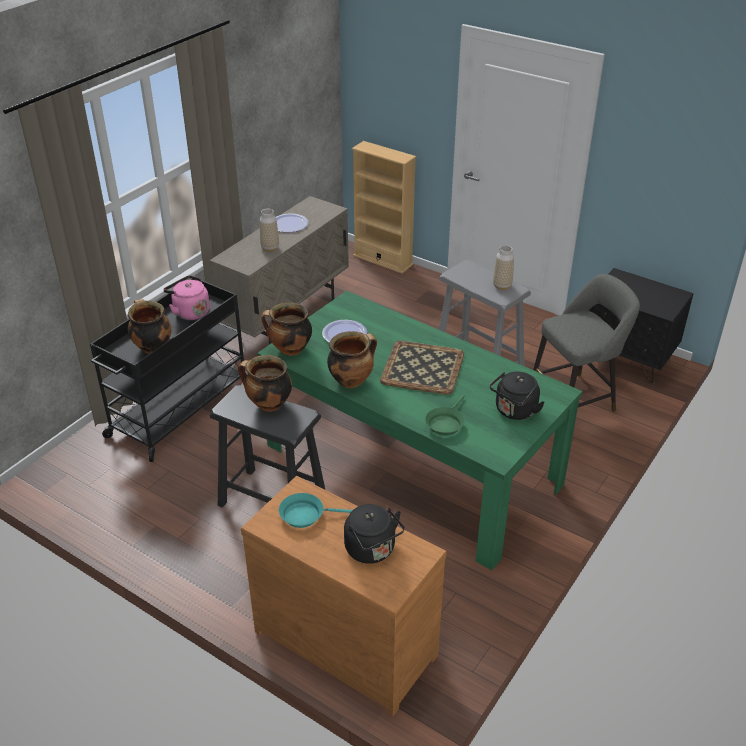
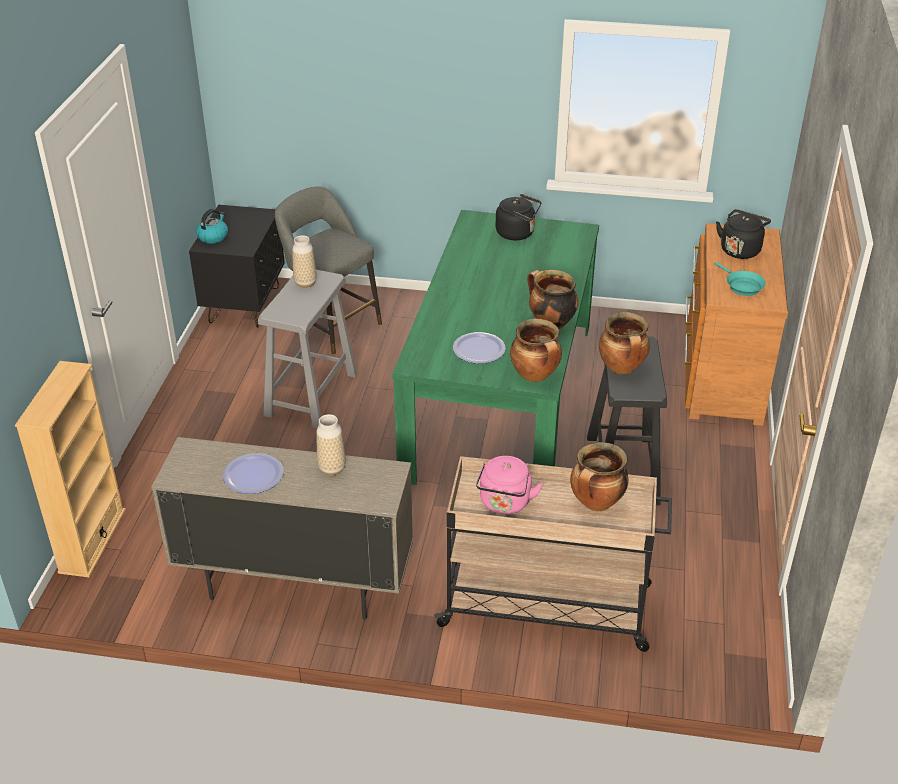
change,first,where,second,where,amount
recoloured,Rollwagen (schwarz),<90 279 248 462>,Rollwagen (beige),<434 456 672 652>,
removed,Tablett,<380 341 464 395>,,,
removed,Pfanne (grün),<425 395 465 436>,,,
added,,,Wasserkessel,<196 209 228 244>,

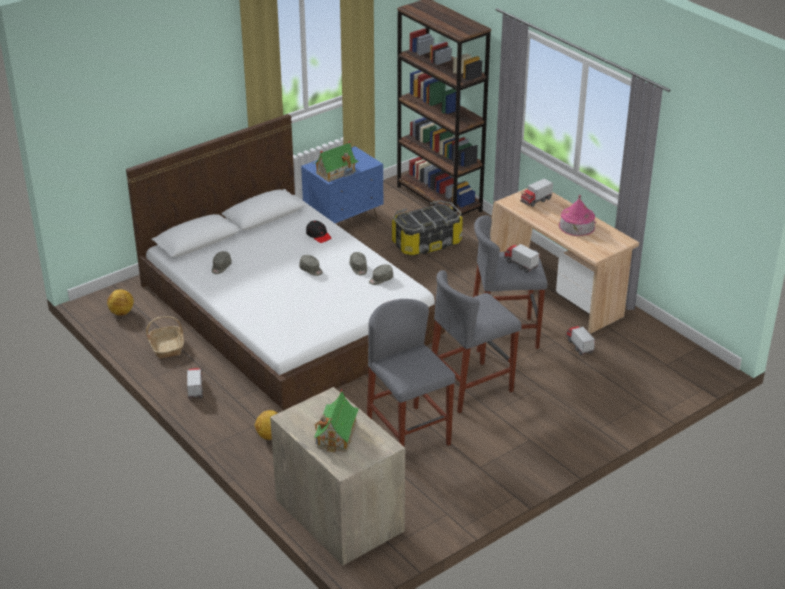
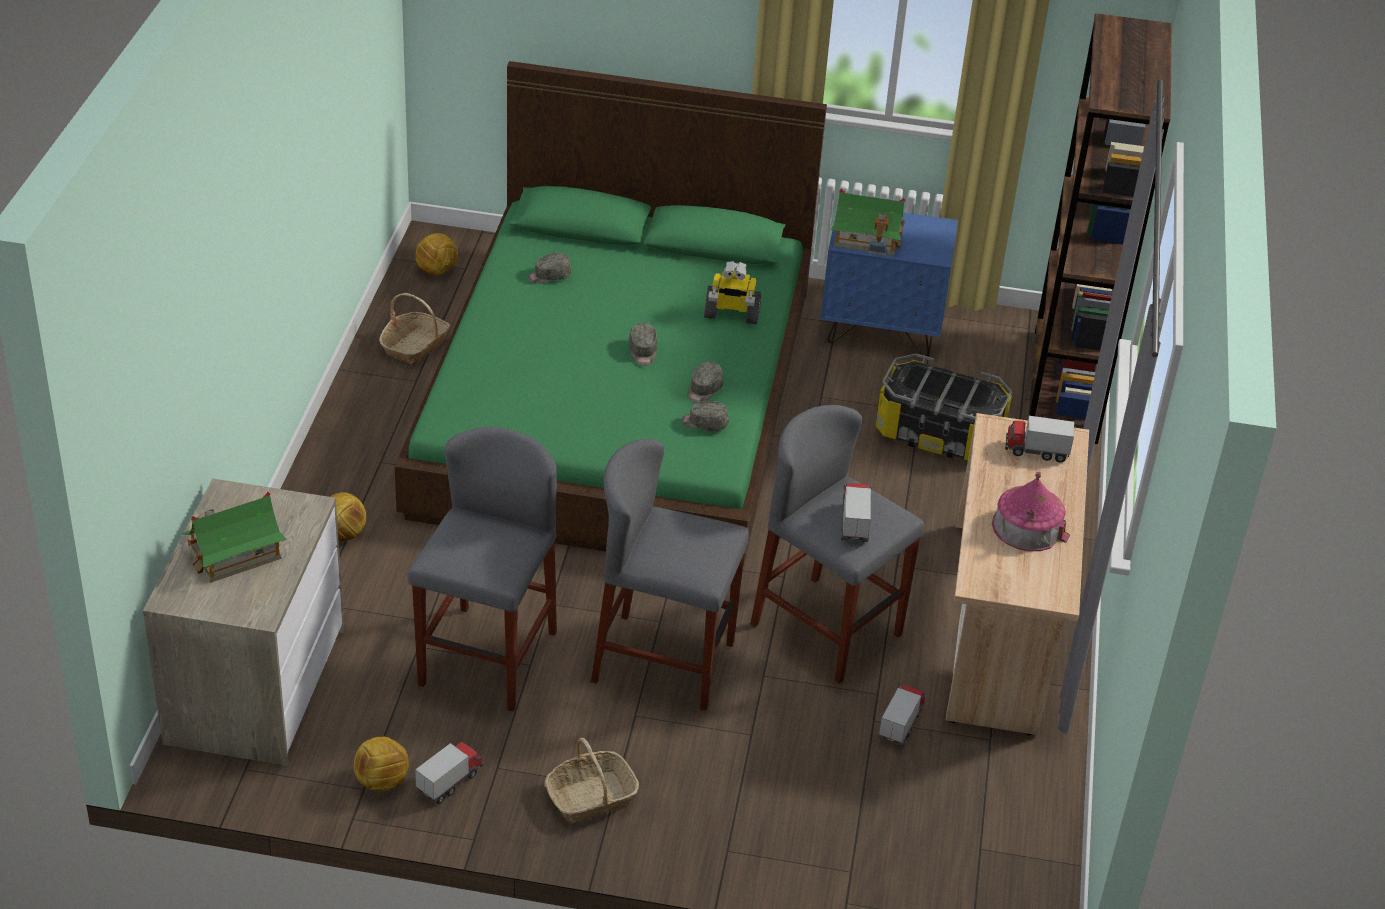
change,first,where,second,where,amount
recoloured,Bett (weiß),<126 114 445 411>,Bett (grün),<395 61 827 566>,
replaced,Kappe (schwarz),<306 220 332 243>,Spielzeugroboter,<704 261 761 324>,
moved,Spielzeuglaster,<187 368 203 399>,,<415 742 483 804>,
added,,,Fußball,<354 737 409 792>,
added,,,Korb,<545 738 639 822>,

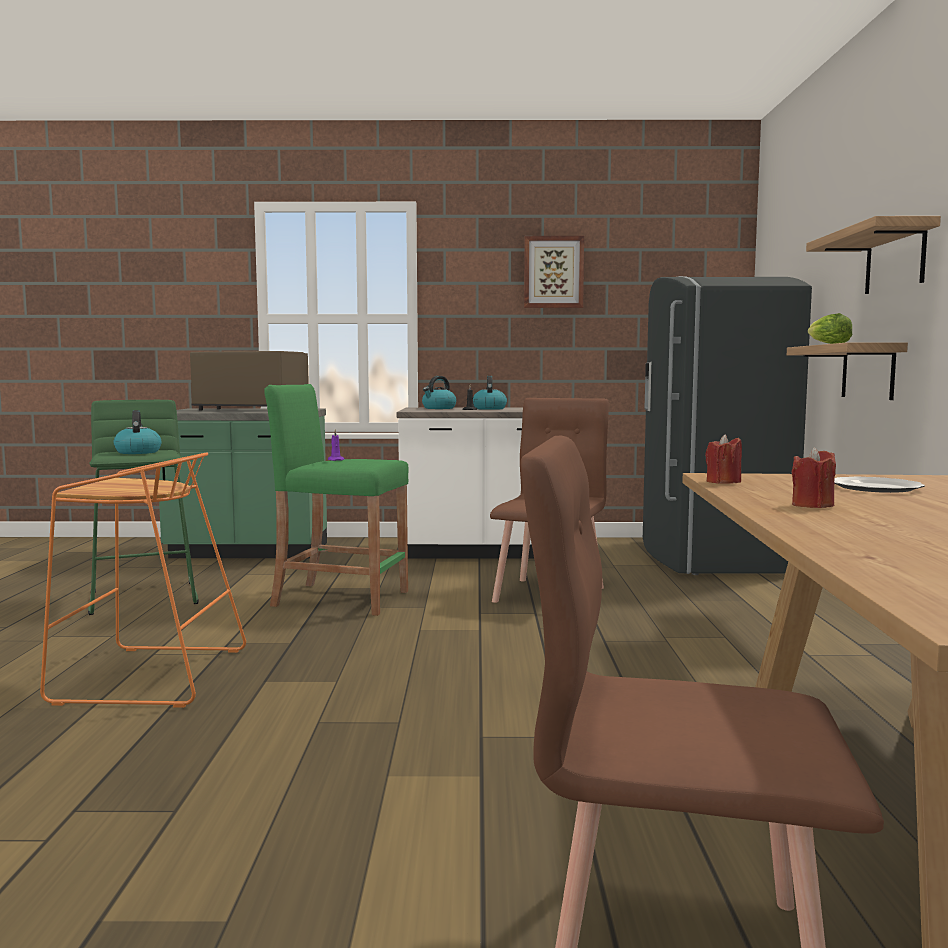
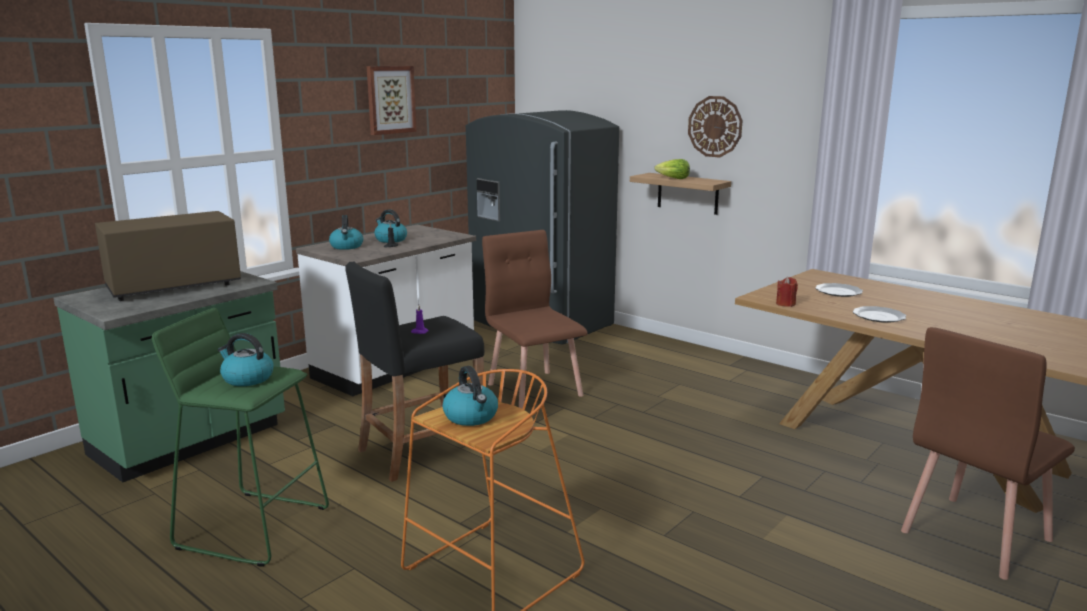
change,first,where,second,where,amount
replaced,Wandregal,<806 216 941 294>,Wanduhr,<688 96 743 158>,
recoloured,Hocker (grün),<264 384 409 616>,Hocker (schwarz),<345 262 484 482>,
replaced,Kerze (rot),<791 447 836 508>,Teller,<853 306 906 323>,
added,,,Wasserkessel,<443 366 498 426>,

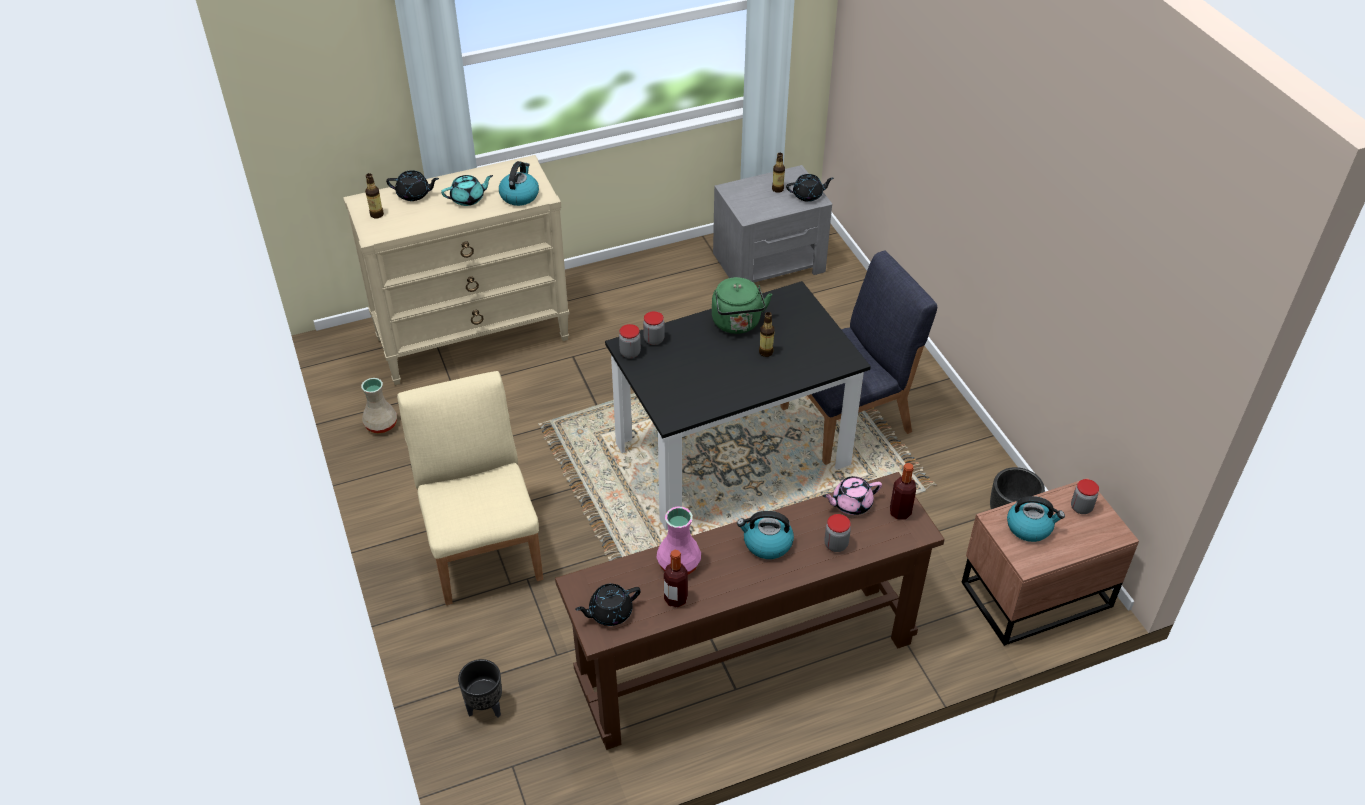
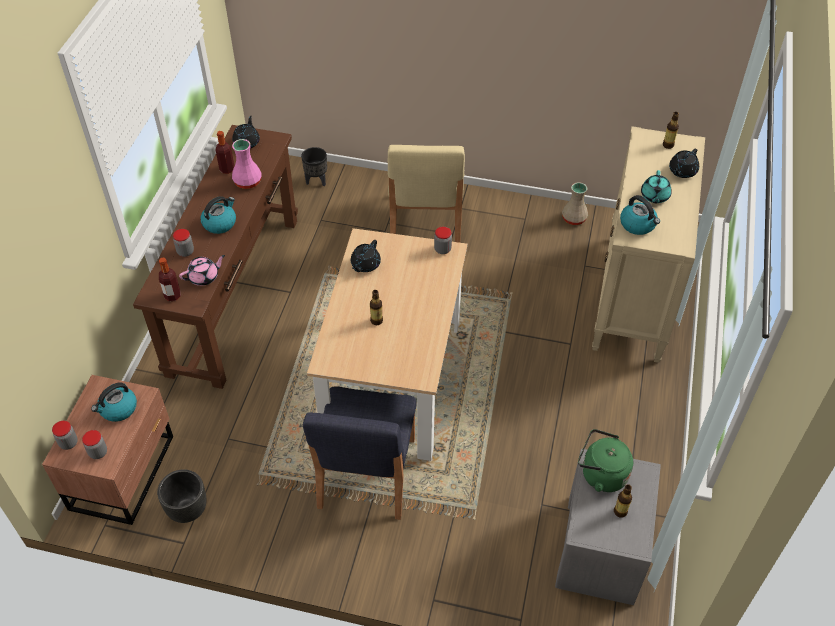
change,first,where,second,where,amount
moved,Teekanne (schwarz),<786 174 834 202>,,<351 240 381 272>,
moved,Wasserkessel (grün),<712 277 772 334>,,<578 429 633 492>,
recoloured,Esstisch (schwarz),<605 281 871 530>,Esstisch (beige),<307 228 467 461>,
moved,Vorratsglas,<643 311 665 345>,,<52 421 78 450>,
turned,Stuhl (beige),<397 371 543 605>,,<388 145 465 243>,75 degrees clockwise
turned,Teekanne (rosa),<823 476 882 515>,,<179 255 225 286>,45 degrees clockwise

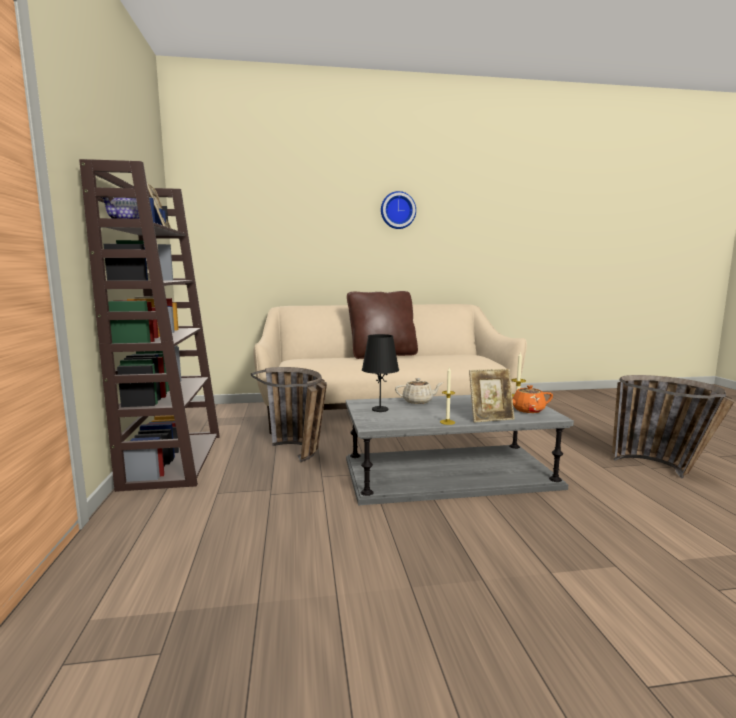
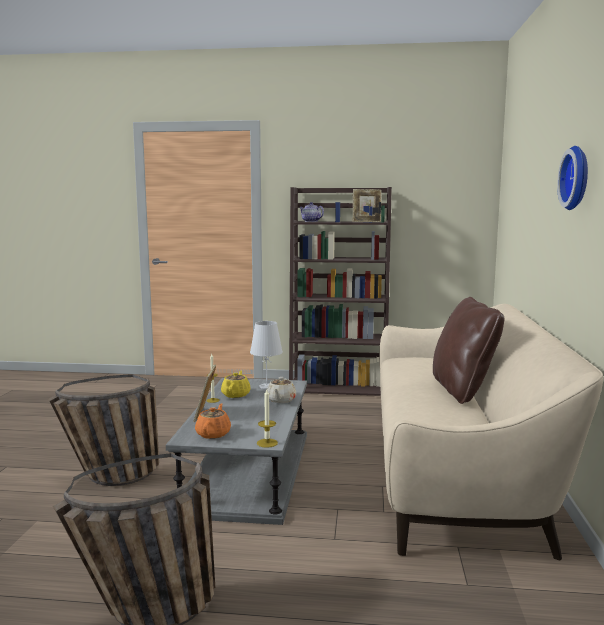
change,first,where,second,where,amount
recoloured,Tischlampe (schwarz),<362 334 399 412>,Tischlampe (weiß),<250 321 283 389>,
moved,Korb,<251 367 327 462>,,<48 374 159 486>,
added,,,Teekanne (gelb),<221 370 251 398>,

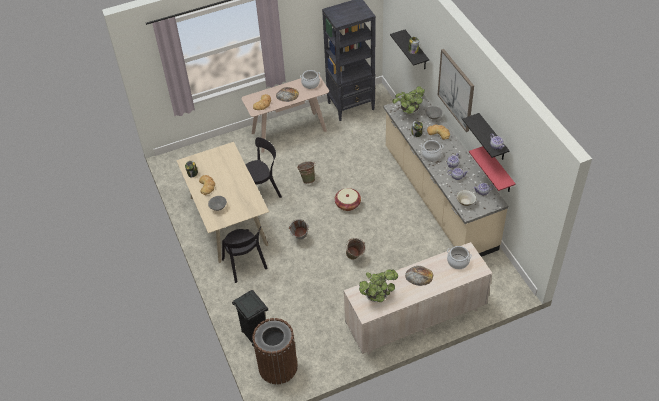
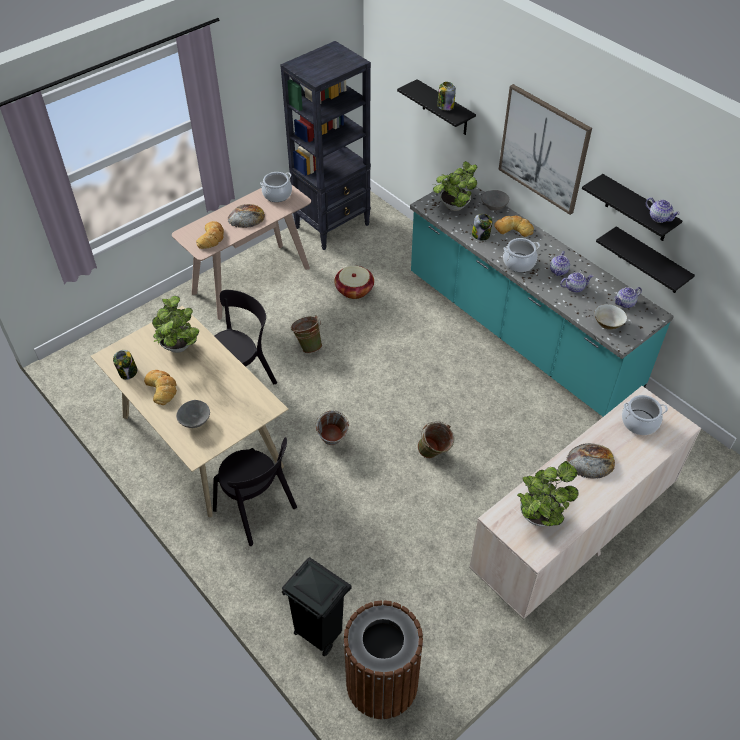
change,first,where,second,where,amount
recoloured,Küchenzeile (beige),<383 94 508 257>,Küchenzeile (türkis),<410 180 674 417>,
recoloured,Wandregal (rot),<469 146 516 192>,Wandregal (schwarz),<596 226 695 293>,
moved,Korb,<335 188 361 211>,,<334 266 374 299>,
added,,,Topfpflanze,<152 296 199 353>,

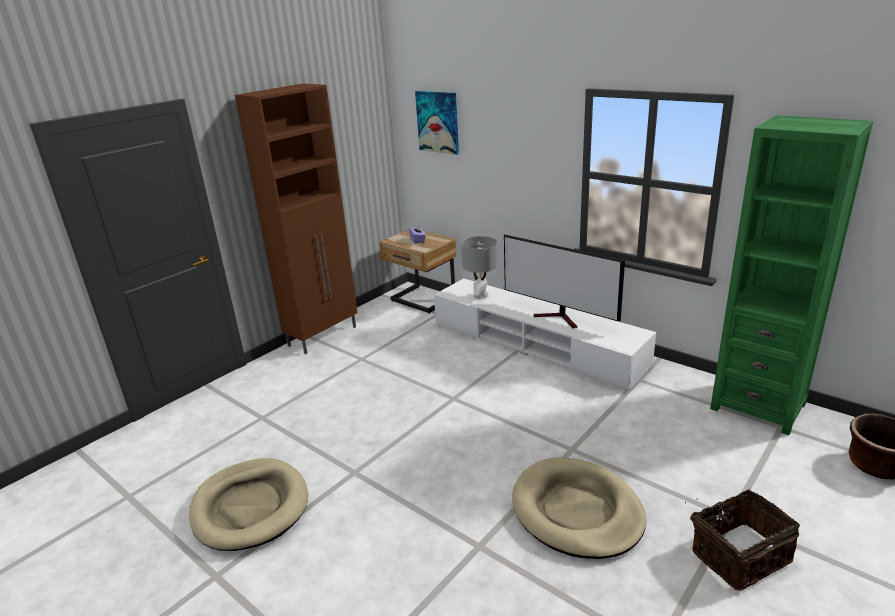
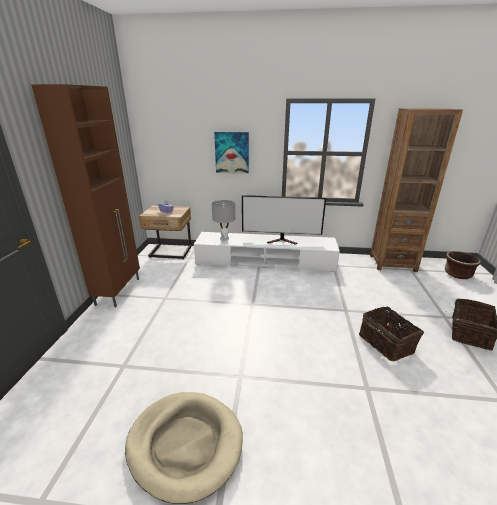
change,first,where,second,where,amount
moved,Bild,<415 91 459 155>,,<214 132 249 174>,
recoloured,Bücherregal (grün),<710 115 873 435>,Bücherregal (braun),<370 108 463 272>,
replaced,Hundebett (beige),<512 457 646 559>,Korb,<359 306 424 361>,

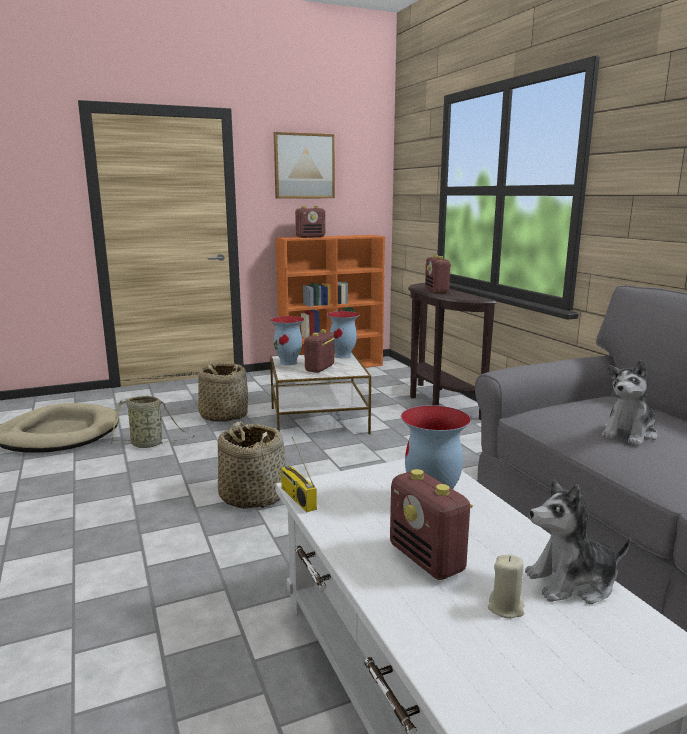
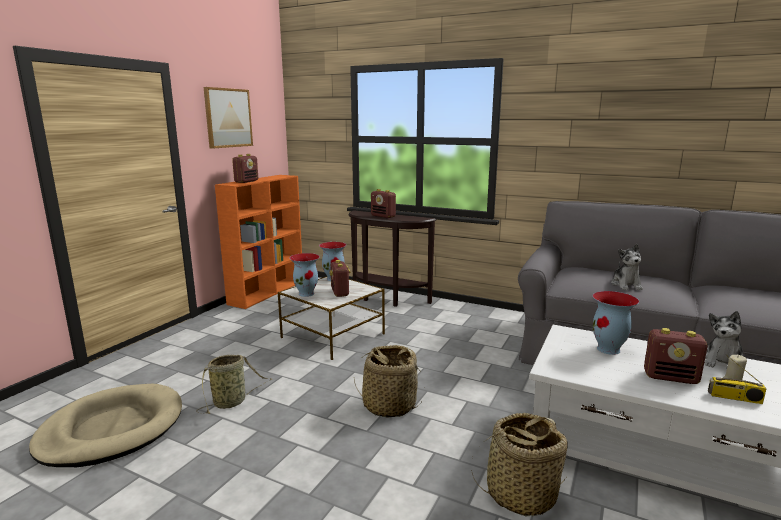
change,first,where,second,where,amount
moved,Korb,<198 362 248 422>,,<471 413 568 517>,
moved,Radio,<281 437 317 512>,,<708 356 766 404>,

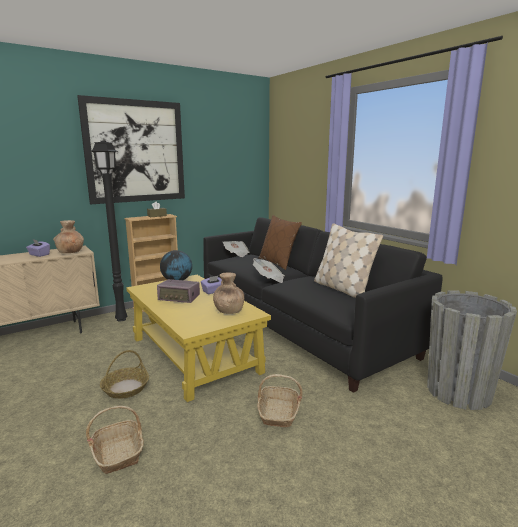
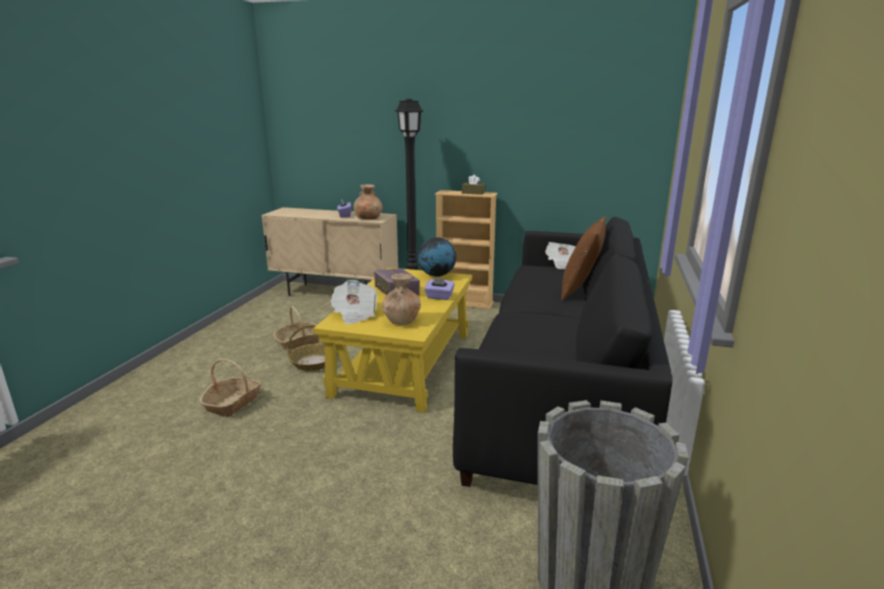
change,first,where,second,where,amount
removed,Bild,<77 95 185 204>,,,
removed,Kissen (beige),<314 223 383 298>,,,
moved,Zeitung,<253 258 285 283>,,<330 280 377 324>,
moved,Korb,<257 374 303 427>,,<273 306 319 350>,

